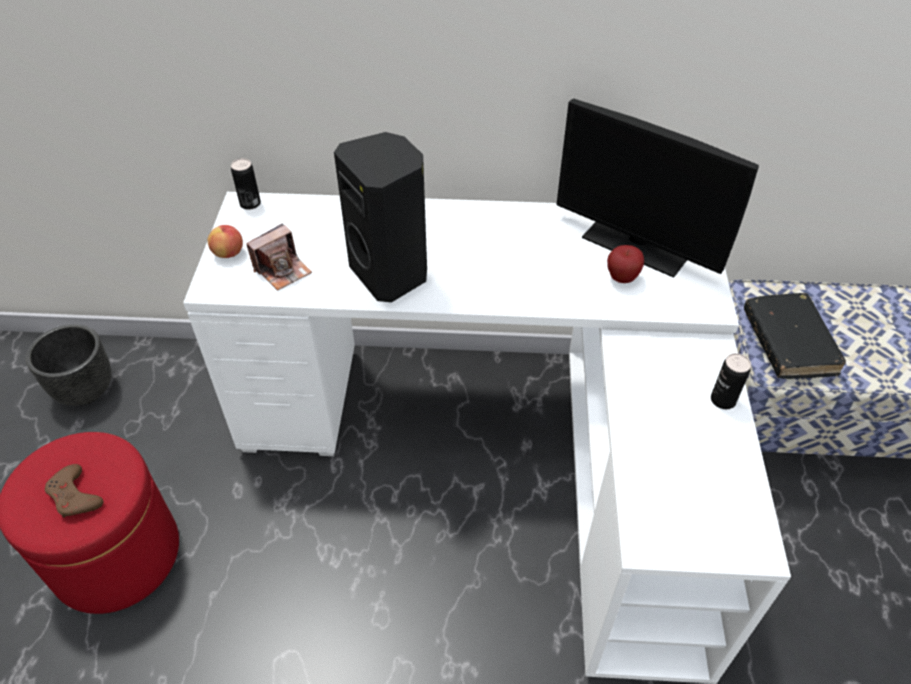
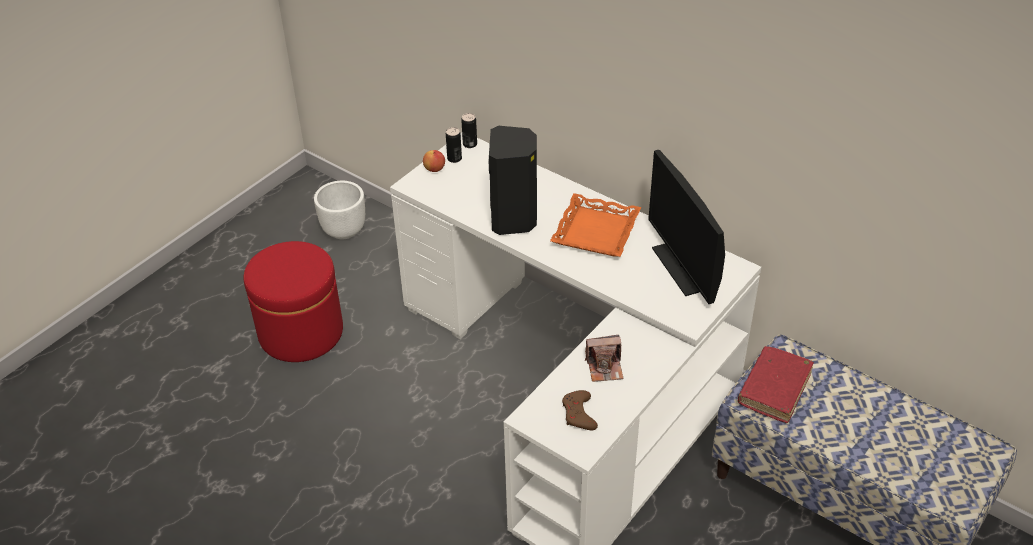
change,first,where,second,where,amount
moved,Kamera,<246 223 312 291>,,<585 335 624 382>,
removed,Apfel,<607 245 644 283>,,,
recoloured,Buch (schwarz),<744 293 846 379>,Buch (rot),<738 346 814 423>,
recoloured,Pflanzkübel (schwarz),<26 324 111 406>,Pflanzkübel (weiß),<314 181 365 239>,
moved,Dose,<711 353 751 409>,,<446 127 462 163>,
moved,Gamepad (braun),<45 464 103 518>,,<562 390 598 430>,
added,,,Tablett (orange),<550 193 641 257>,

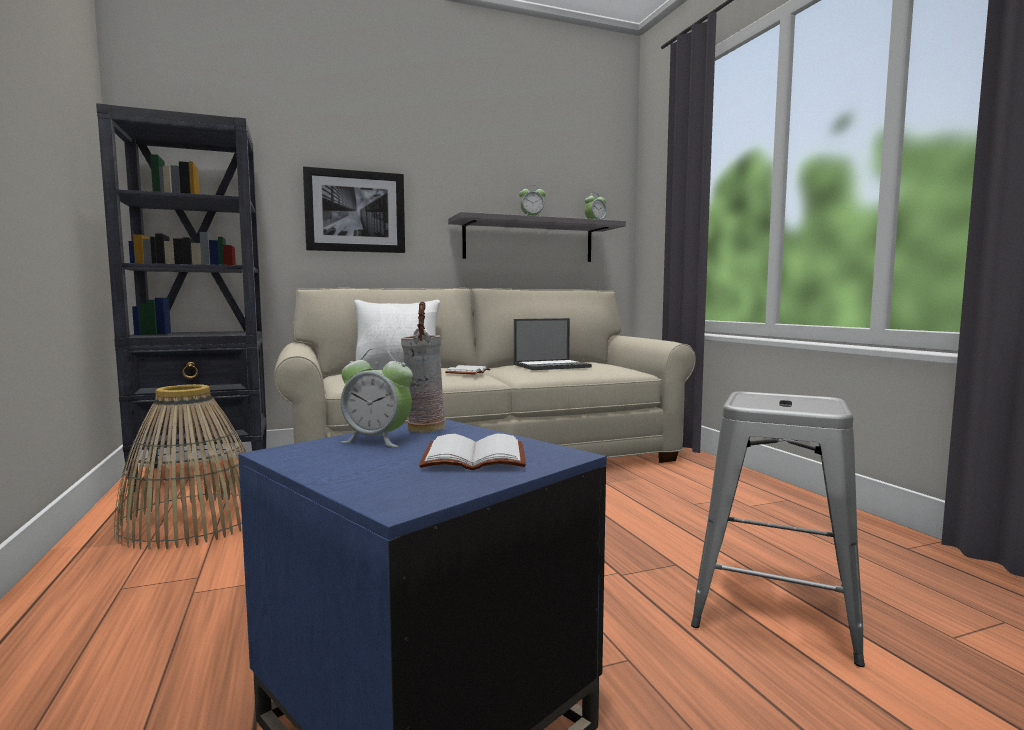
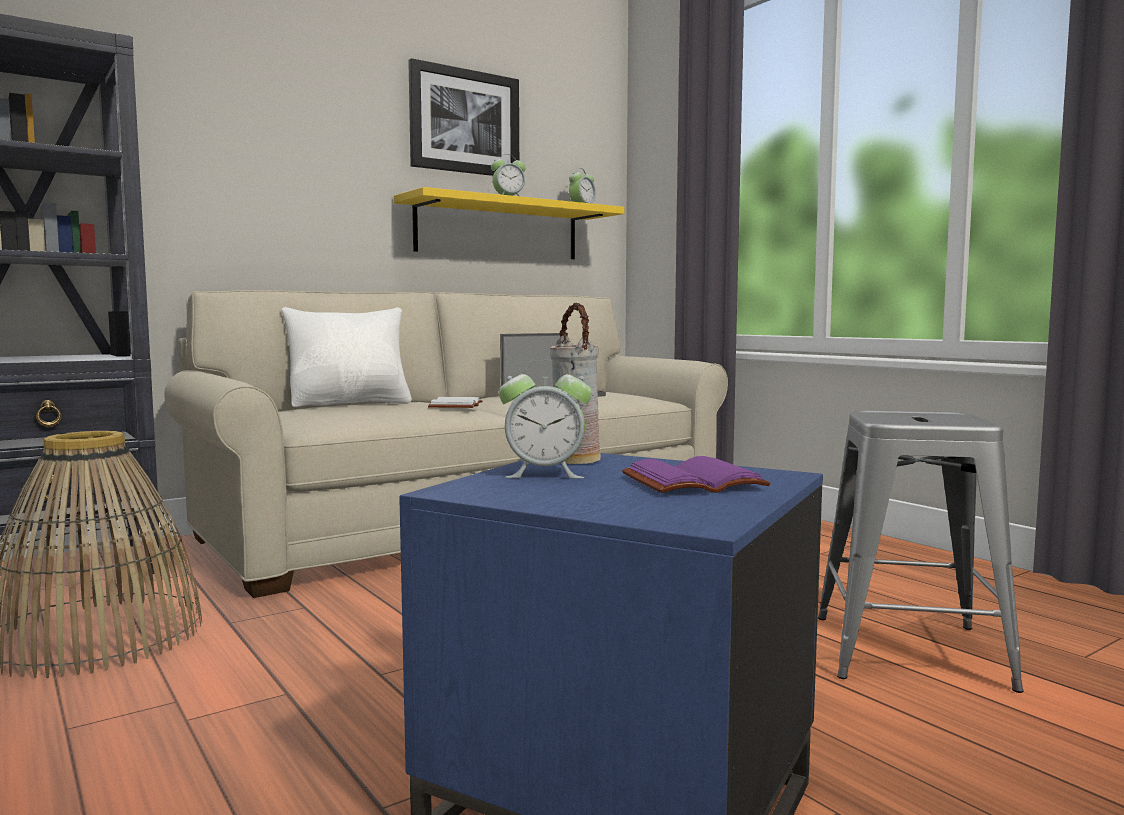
change,first,where,second,where,amount
moved,Bild,<303 166 405 253>,,<408 58 519 176>,
recoloured,Wandregal (grau),<448 212 626 262>,Wandregal (gelb),<394 187 624 259>,
recoloured,Buch (weiß),<419 434 526 470>,Buch (lila),<622 456 770 493>,

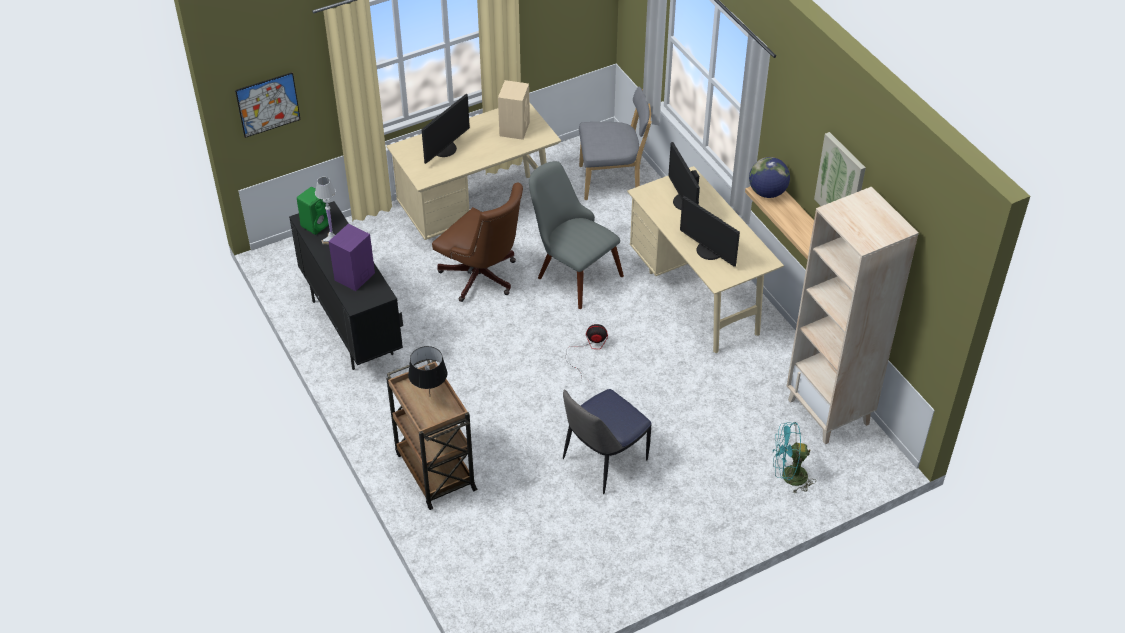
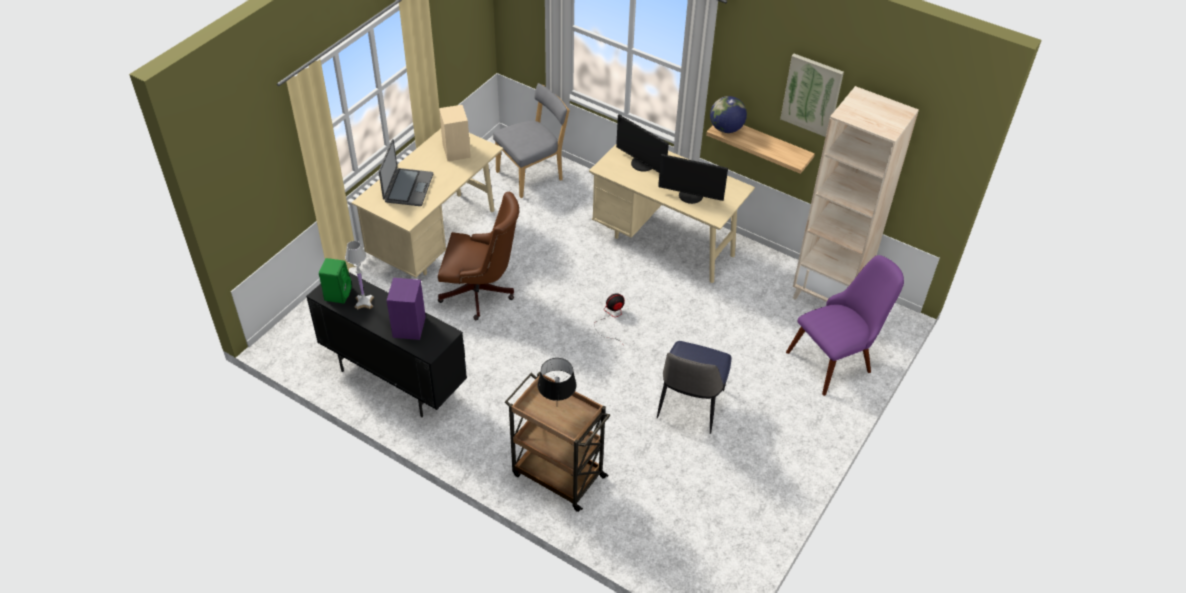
change,first,where,second,where,amount
removed,Bild,<235 72 301 138>,,,
replaced,Monitor,<421 94 470 164>,Laptop,<379 139 433 206>,
removed,Stuhl (grau),<529 161 624 309>,,,
replaced,Ventilator (türkis),<773 422 816 494>,Stuhl (lila),<786 255 904 396>,

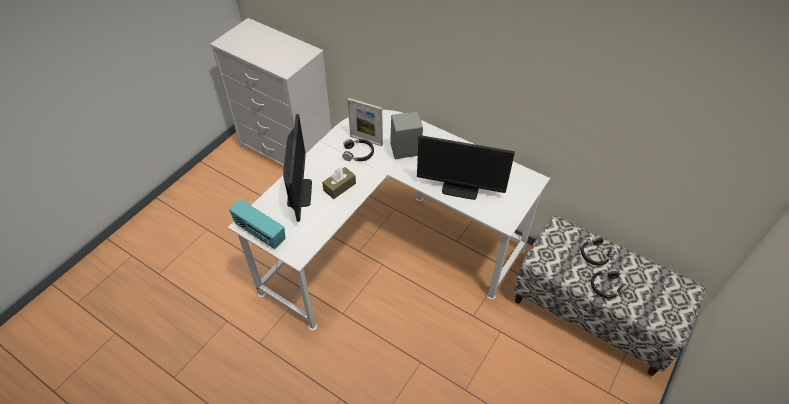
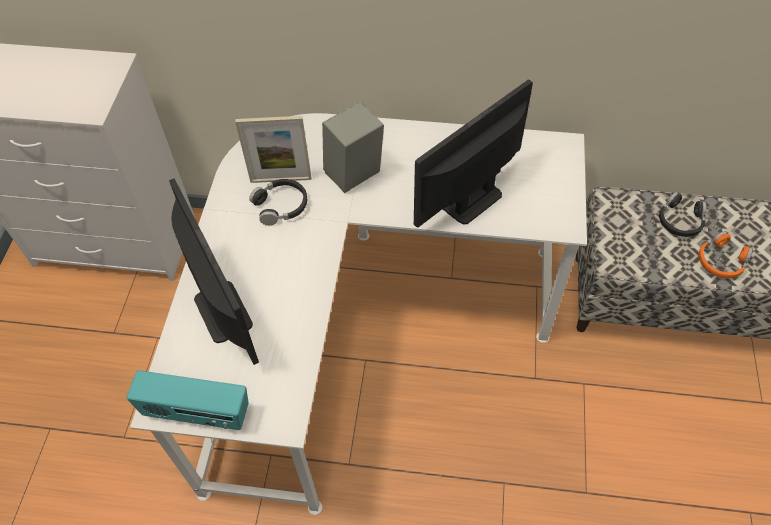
change,first,where,second,where,amount
turned,Monitor,<417 135 515 200>,,<414 79 533 228>,150 degrees clockwise
removed,Taschentuchbox (braun),<322 167 356 199>,,,
recoloured,Kopfhörer (schwarz),<591 269 628 299>,Kopfhörer (orange),<699 231 753 278>,

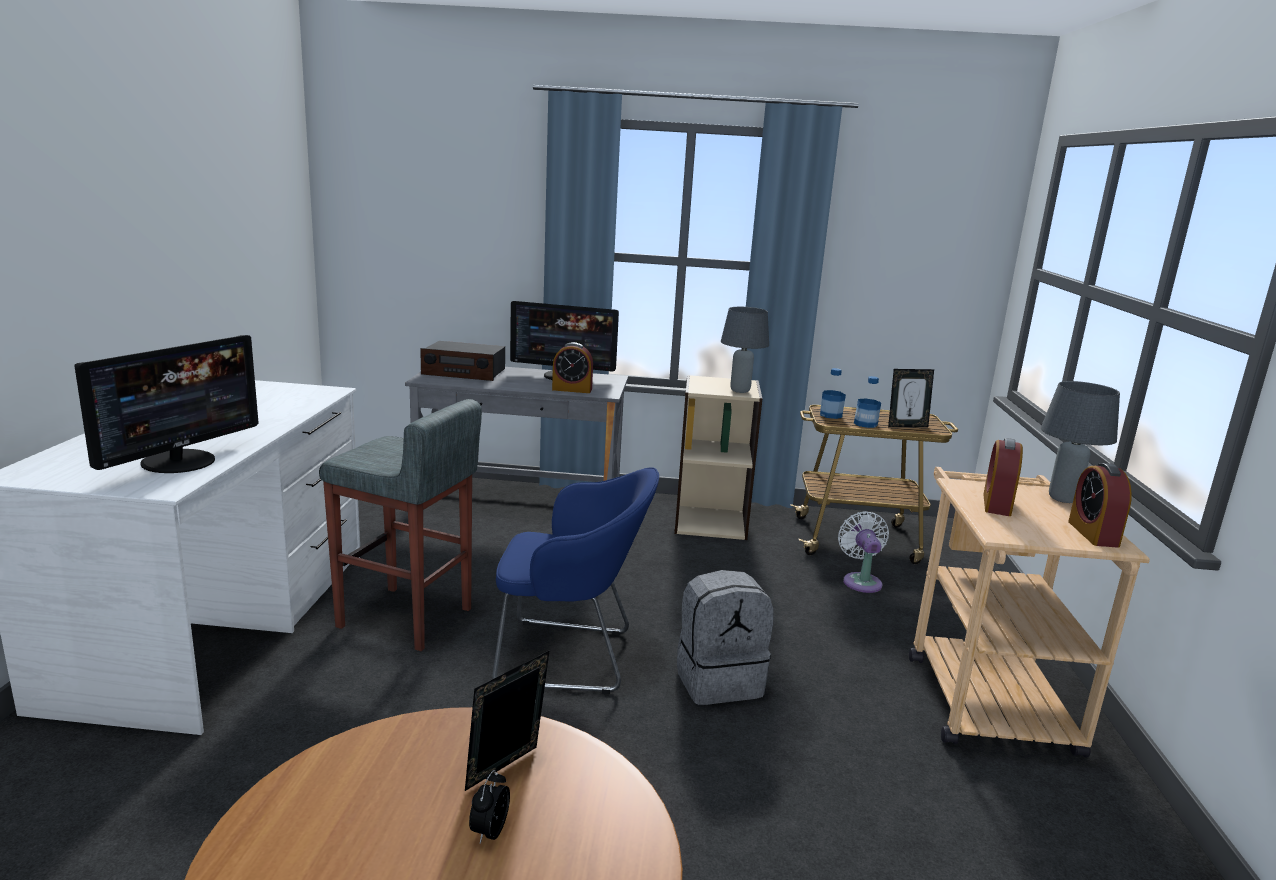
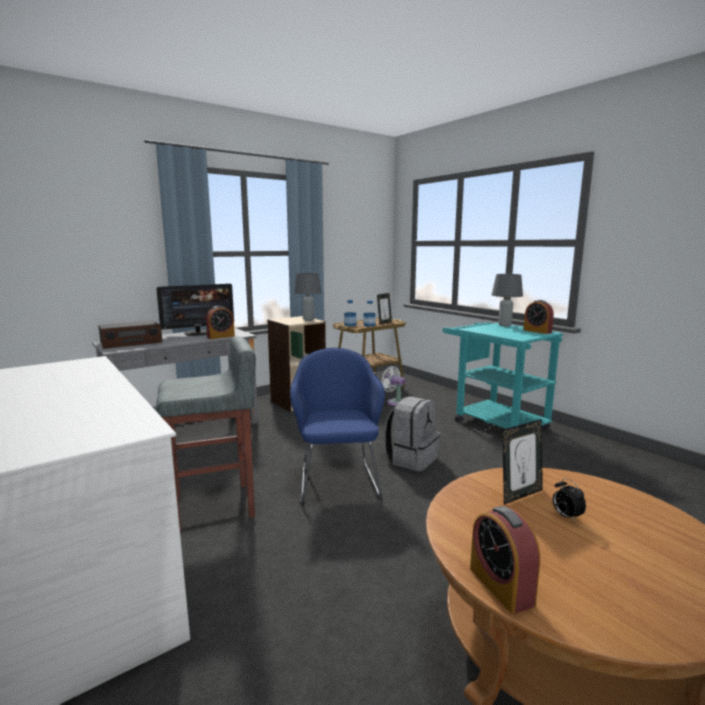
change,first,where,second,where,amount
removed,Monitor,<74 335 258 473>,,,
moved,Wecker,<983 438 1023 516>,,<470 506 540 614>,
turned,Sessel (blau),<493 467 659 694>,,<290 348 385 504>,60 degrees counterclockwise
recoloured,Rollwagen (beige),<909 467 1150 758>,Rollwagen (türkis),<443 322 563 429>,
turned,Bilderrahmen,<465 650 550 791>,,<502 419 543 505>,120 degrees counterclockwise

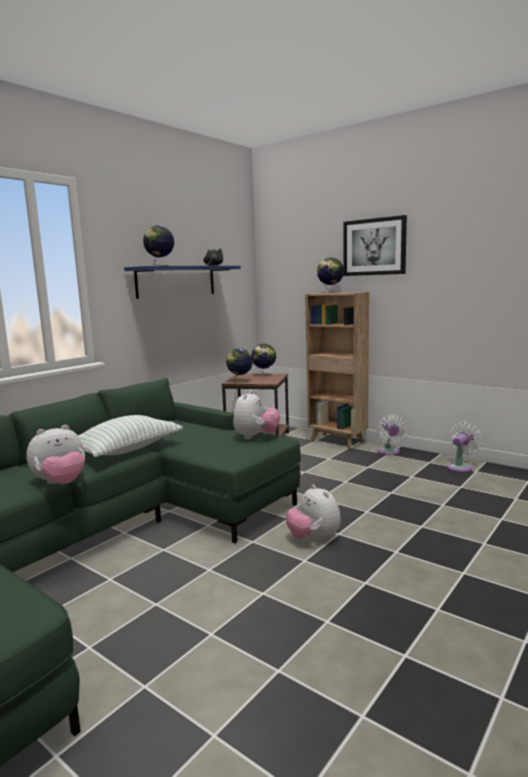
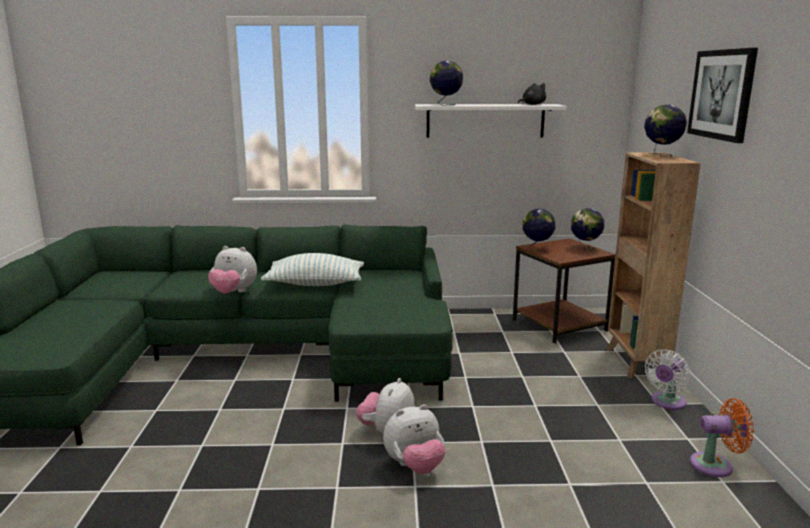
change,first,where,second,where,amount
recoloured,Wandregal (blau),<124 266 241 299>,Wandregal (weiß),<415 104 567 138>,
moved,Plüschtier,<233 390 280 439>,,<383 404 445 474>,
recoloured,Ventilator (weiß),<447 421 482 472>,Ventilator (orange),<690 398 754 477>,

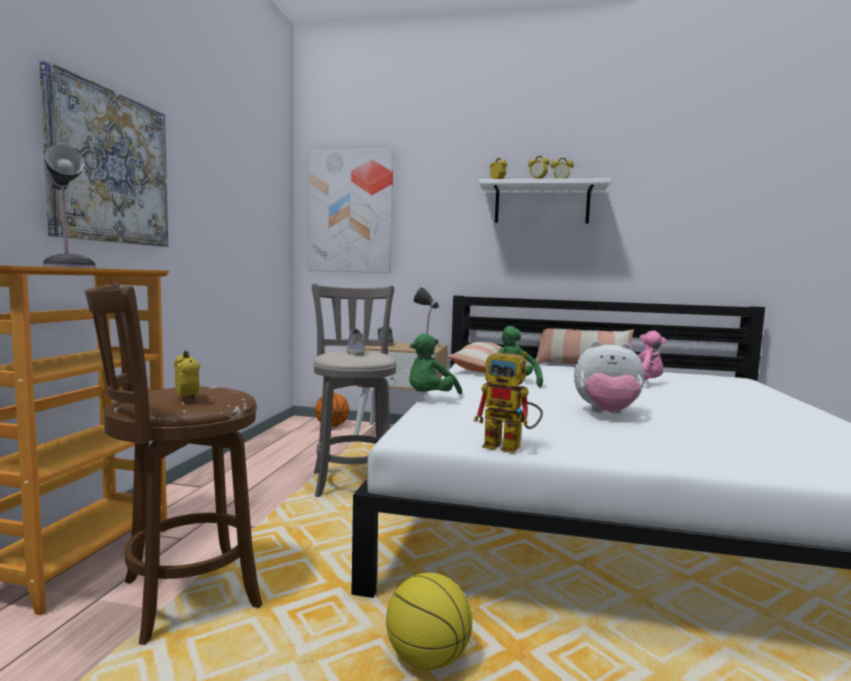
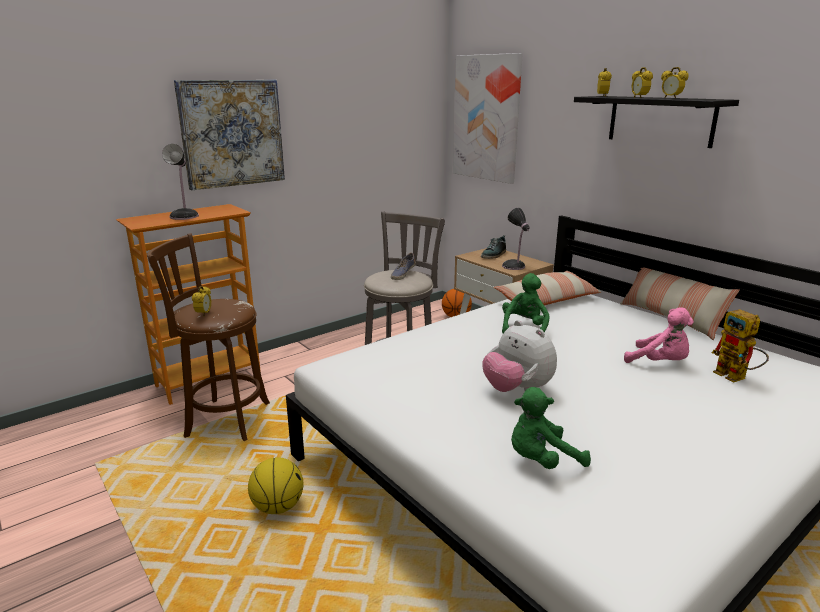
change,first,where,second,where,amount
recoloured,Wandregal (weiß),<479 178 611 224>,Wandregal (schwarz),<574 96 739 148>,
moved,Plüschtier (grün),<409 333 462 395>,,<511 387 591 469>,
moved,Spielzeugroboter,<474 351 543 453>,,<712 309 769 383>,

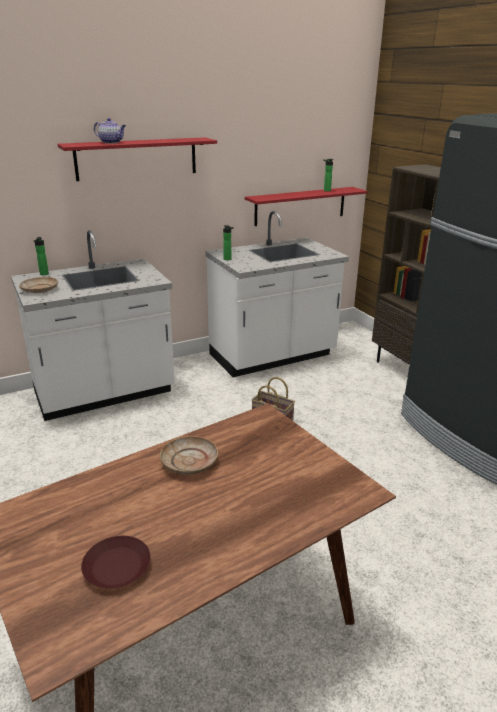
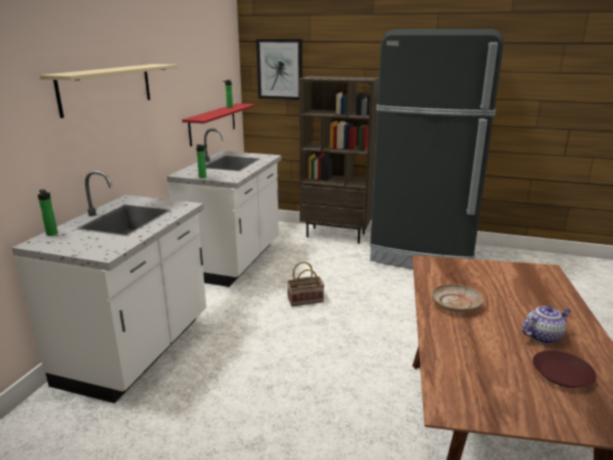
change,first,where,second,where,amount
moved,Teekanne,<94 118 126 143>,,<522 306 571 344>,
recoloured,Wandregal (rot),<57 137 217 181>,Wandregal (beige),<39 64 177 118>,
removed,Teller (beige),<19 277 58 293>,,,
added,,,Bild,<256 39 302 100>,

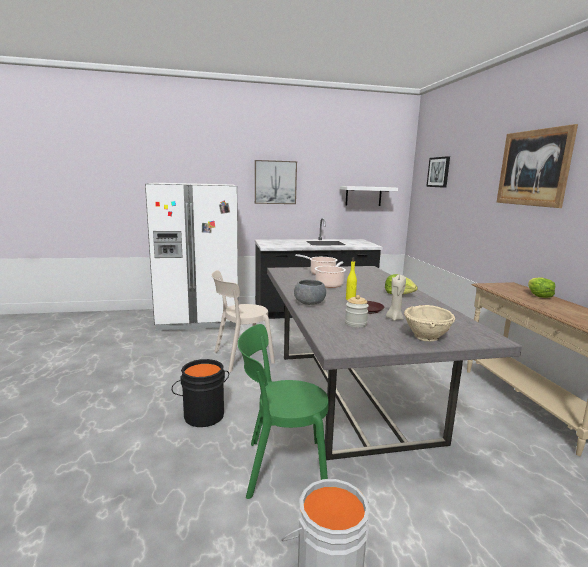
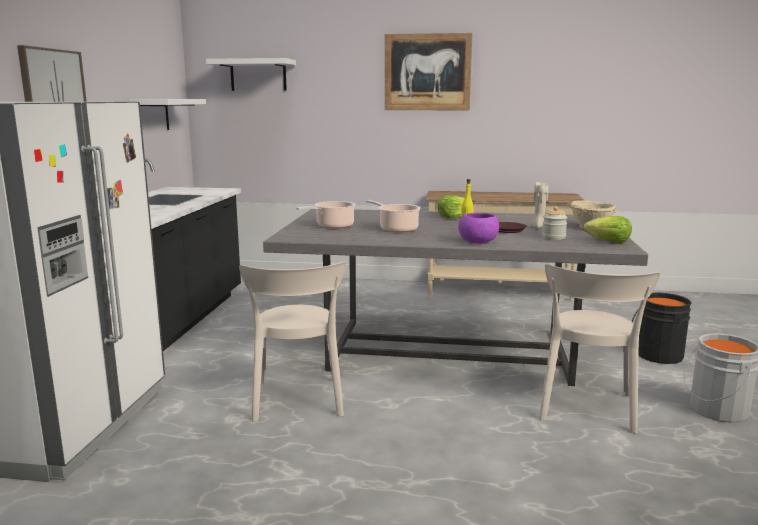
change,first,where,second,where,amount
replaced,Bild,<426 156 450 188>,Wandregal (weiß),<206 58 296 91>,
moved,Salatkopf,<528 278 555 298>,,<583 216 632 243>,
recoloured,Schüssel (grau),<294 279 326 305>,Schüssel (lila),<458 213 499 244>,
recoloured,Stuhl (grün),<238 324 329 499>,Stuhl (beige),<539 264 660 434>,
moved,Eimer (schwarz),<172 359 229 427>,,<632 293 692 364>,

